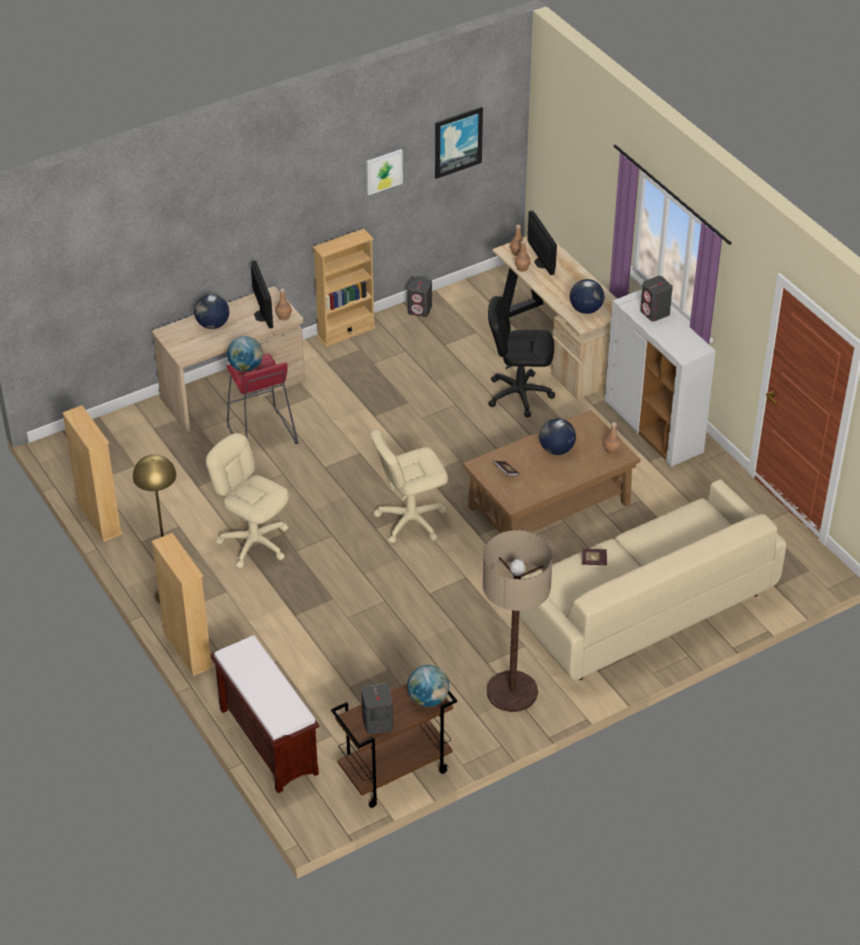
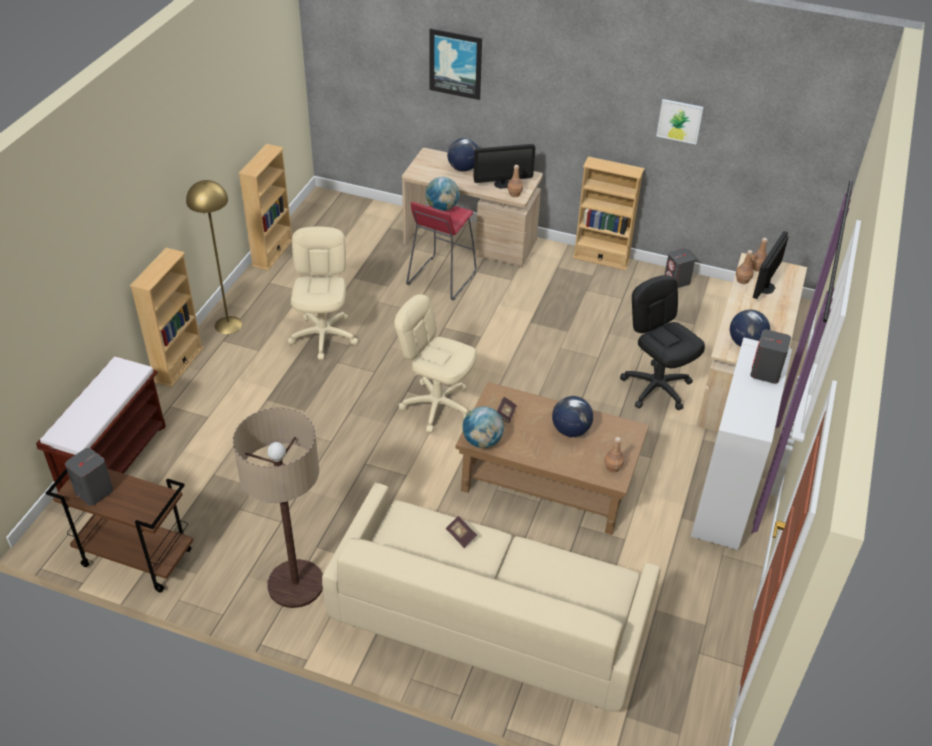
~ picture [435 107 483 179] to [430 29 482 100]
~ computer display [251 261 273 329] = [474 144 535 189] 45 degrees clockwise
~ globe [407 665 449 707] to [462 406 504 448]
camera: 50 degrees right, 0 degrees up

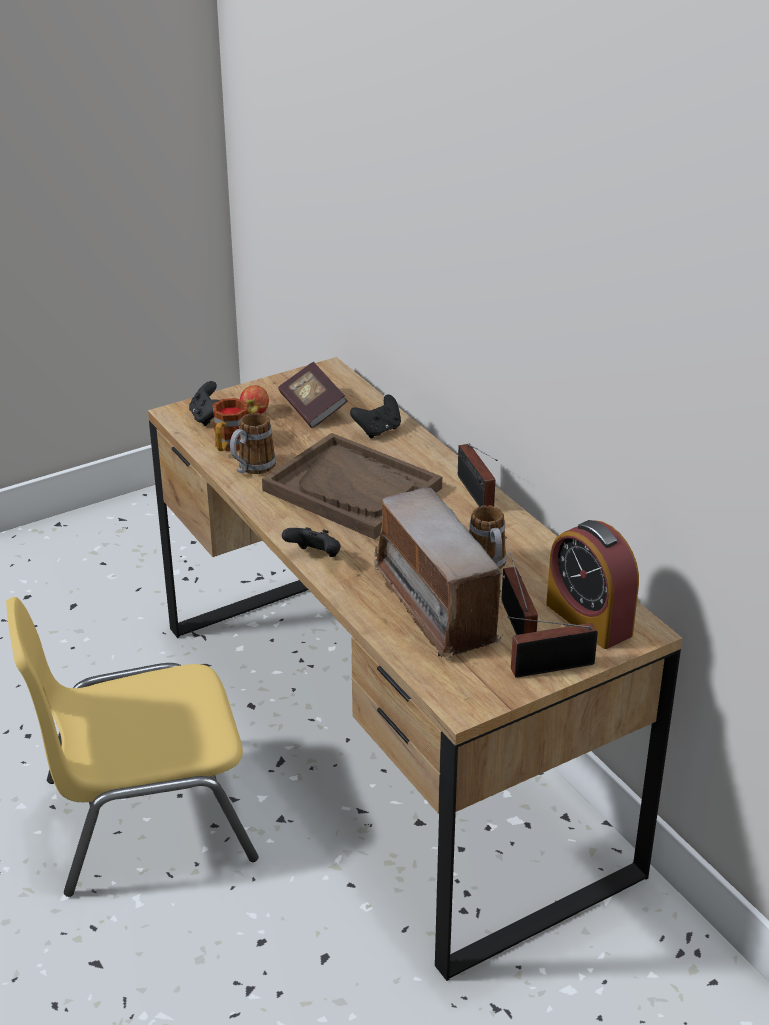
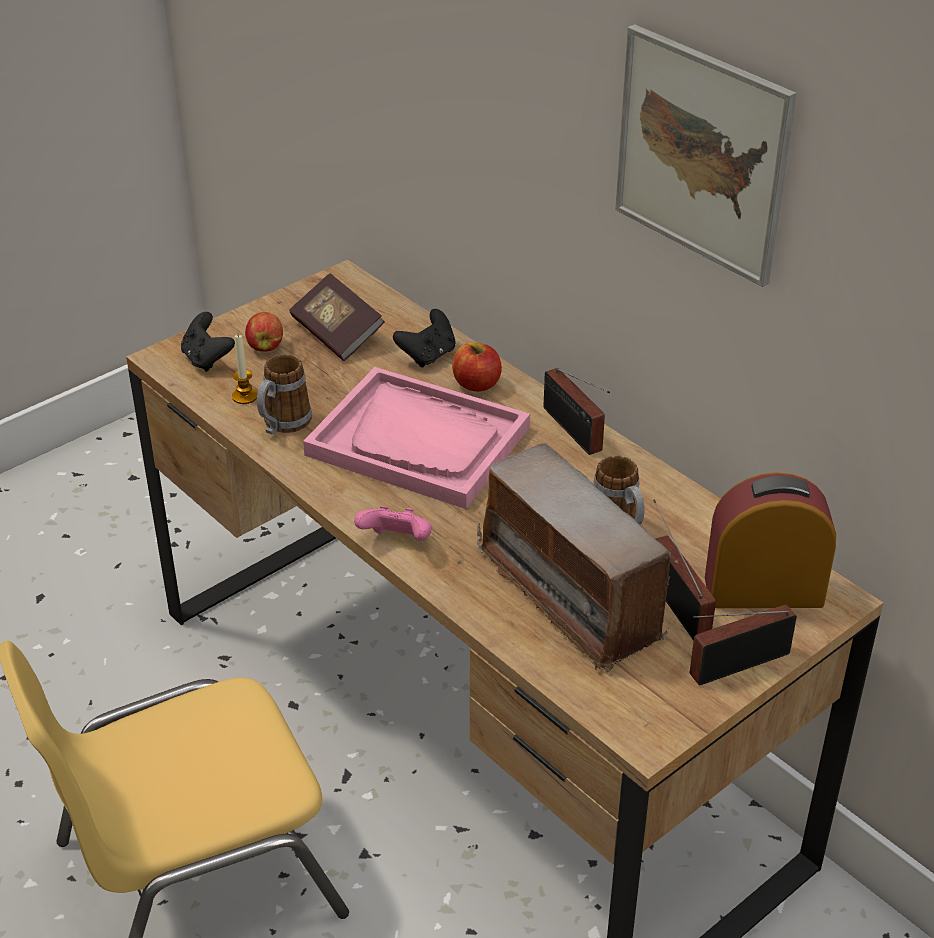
~ tea mug [213 398 247 451] to wax light [232 335 258 404]
~ brown-coloured carrying tray [262 433 442 539] to pink-coloured carrying tray [303 367 530 509]
~ table clock [546 520 639 649] = [705 472 836 608] 135 degrees clockwise
~ blackish gamepad [282 527 341 557] to pink-coloured gamepad [354 506 432 541]
+ picture [615 24 797 287]
+ whole apple [452 343 502 392]
camera: 10 degrees left, 5 degrees up

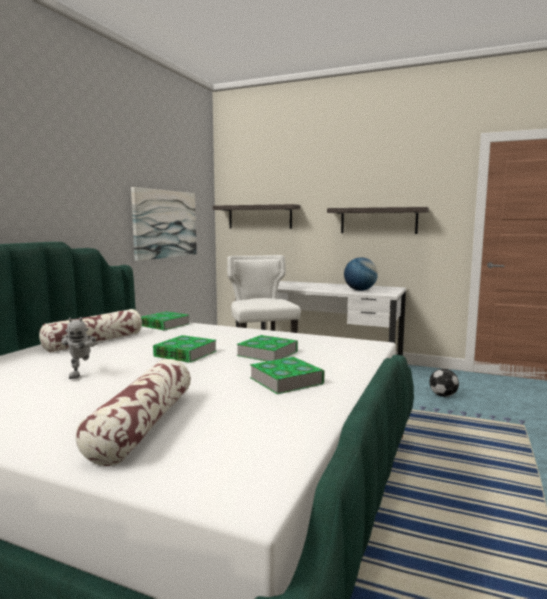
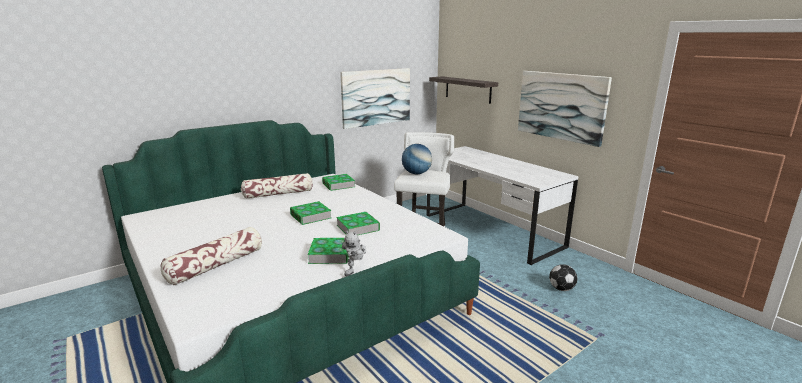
~ shelf [327 207 429 234] to picture [518 71 612 147]
~ globe [344 257 378 291] to [402 144 432 174]
~ robot figure [61 317 98 379] to [342 231 366 276]
camera: 30 degrees right, 10 degrees up

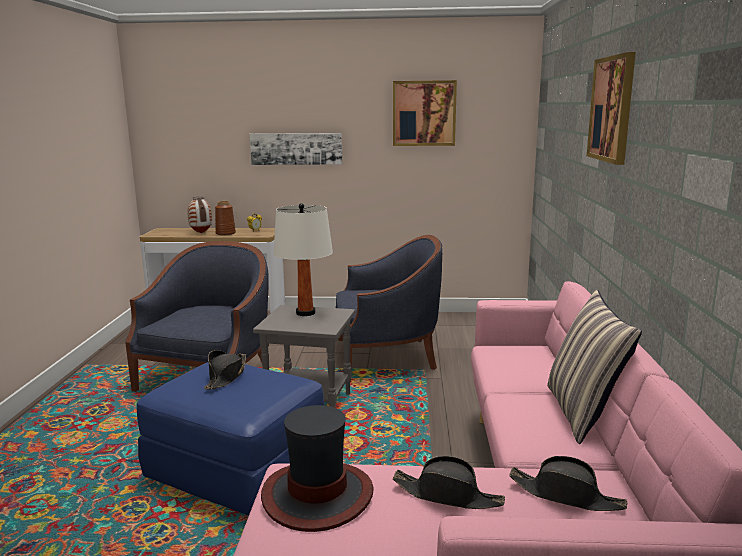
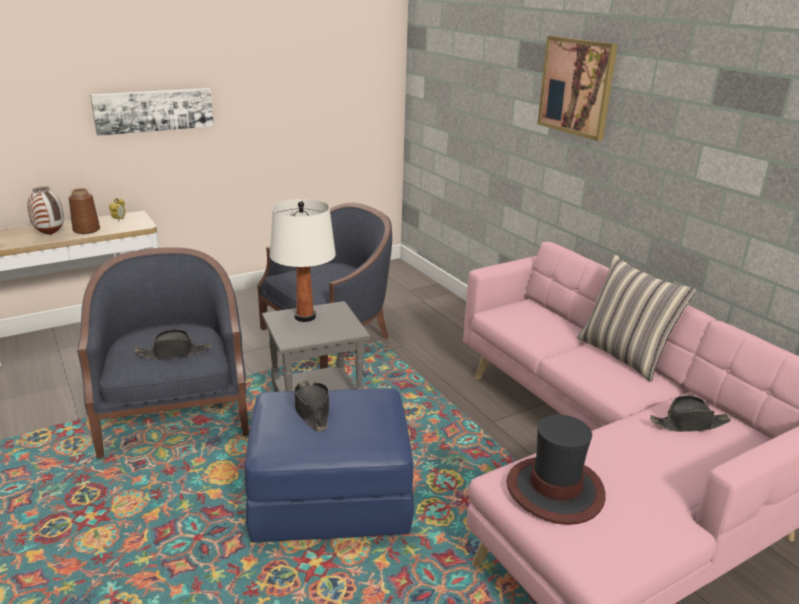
- picture [393 80 457 146]
~ blackish hat [393 456 505 509] to [135 329 211 359]
camera: 35 degrees left, 10 degrees up

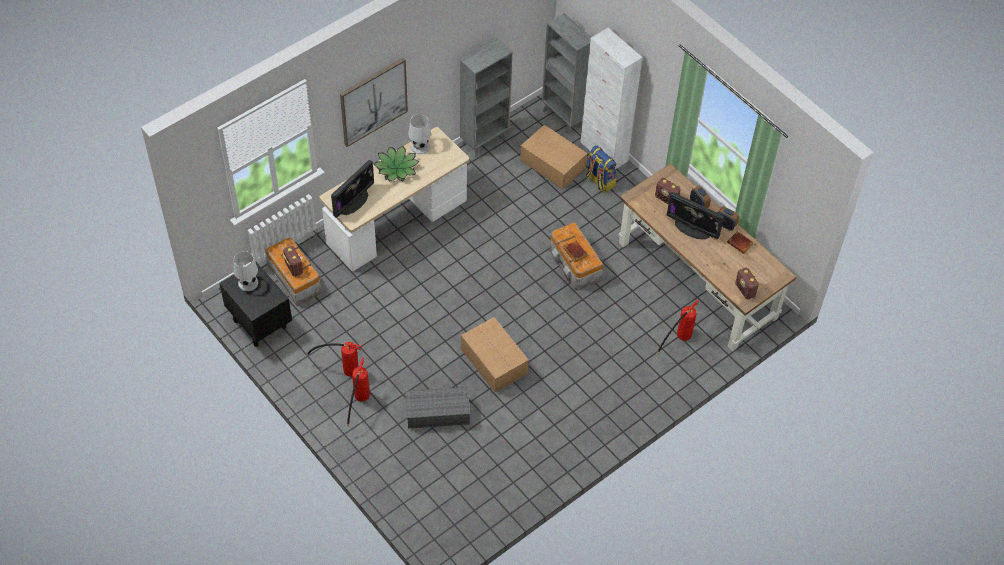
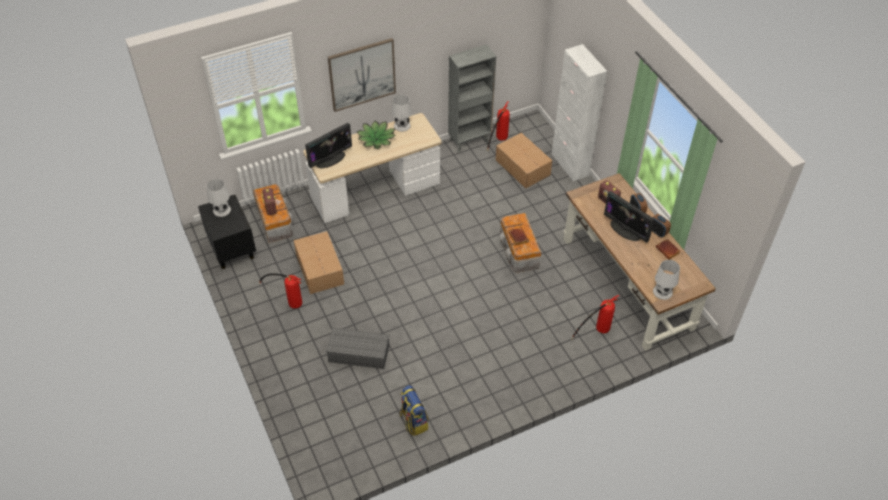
- gray shelving unit [542 13 591 134]
~ backpack [586 145 617 193] to [400 385 428 436]
~ radio [735 268 760 300] to white tabletop lamp [653 260 680 300]
~ cardboard box [461 317 529 392] to [294 231 344 294]
~ fire extinguisher [347 357 370 427] to [487 101 510 151]
camera: 15 degrees right, 5 degrees down

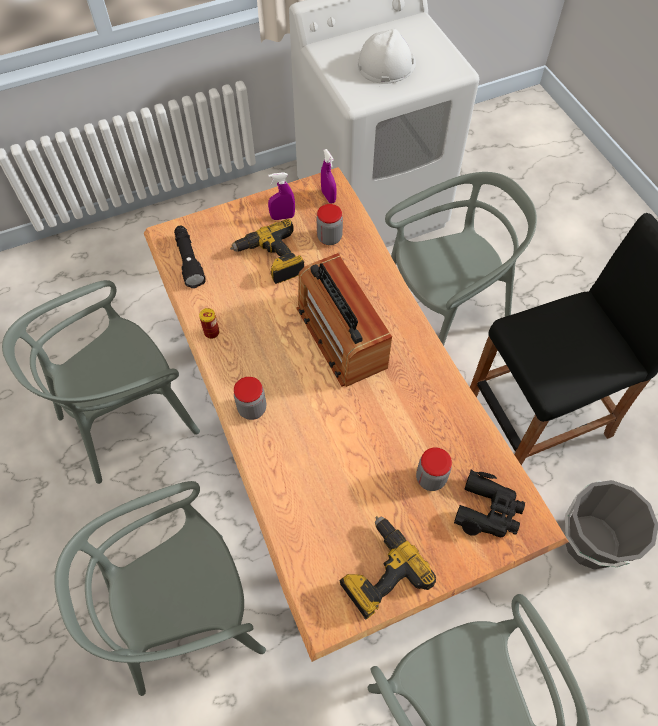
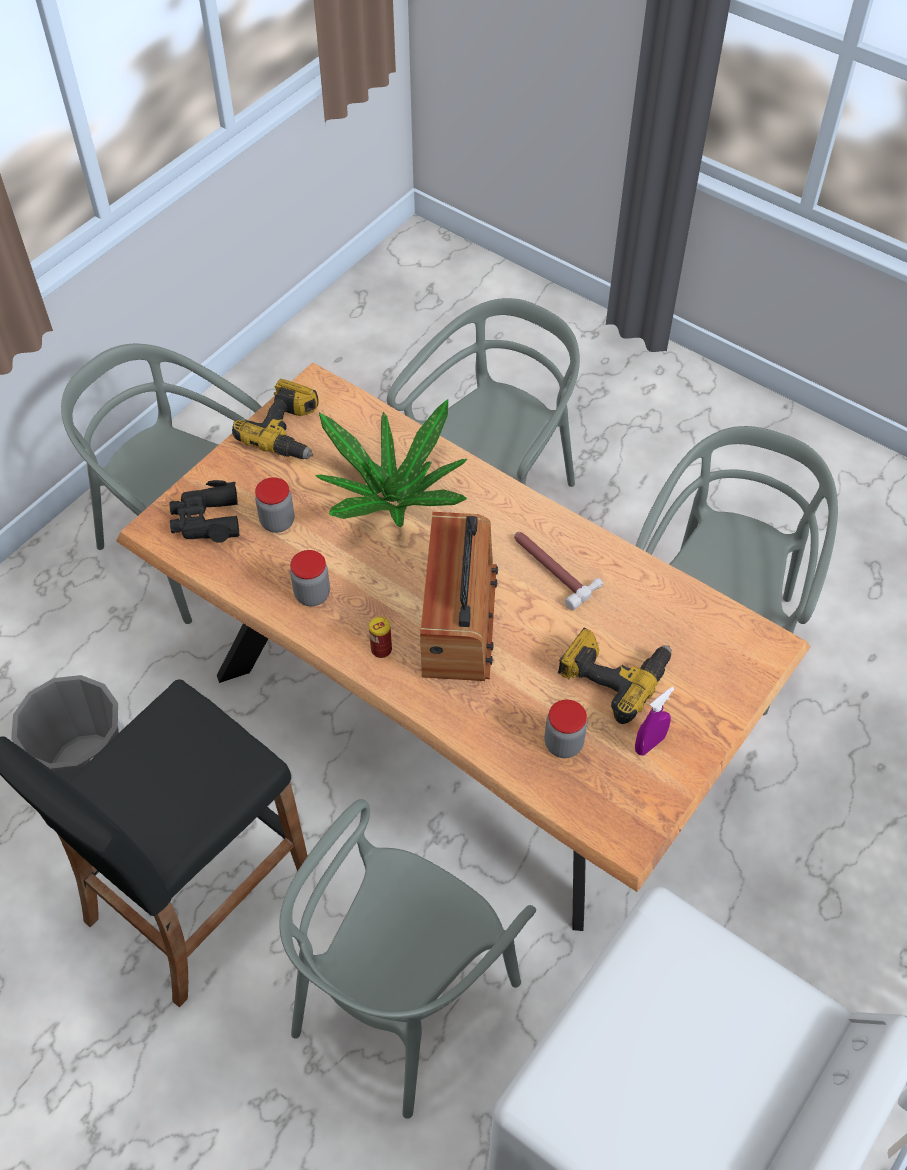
- white hard hat [358 29 416 84]
- purplish sprayer [321 149 336 203]
- blackish torch [174 226 206 288]
~ radio [296 253 392 387] = [420 512 498 681] 60 degrees clockwise
~ sealed can [199 308 219 339] to [369 617 392 658]
~ storage jar [234 377 266 420] to [290 550 330 606]
+ potted plant [315 399 468 527]
+ hammer [514 532 603 610]
camera: 150 degrees right, 5 degrees down

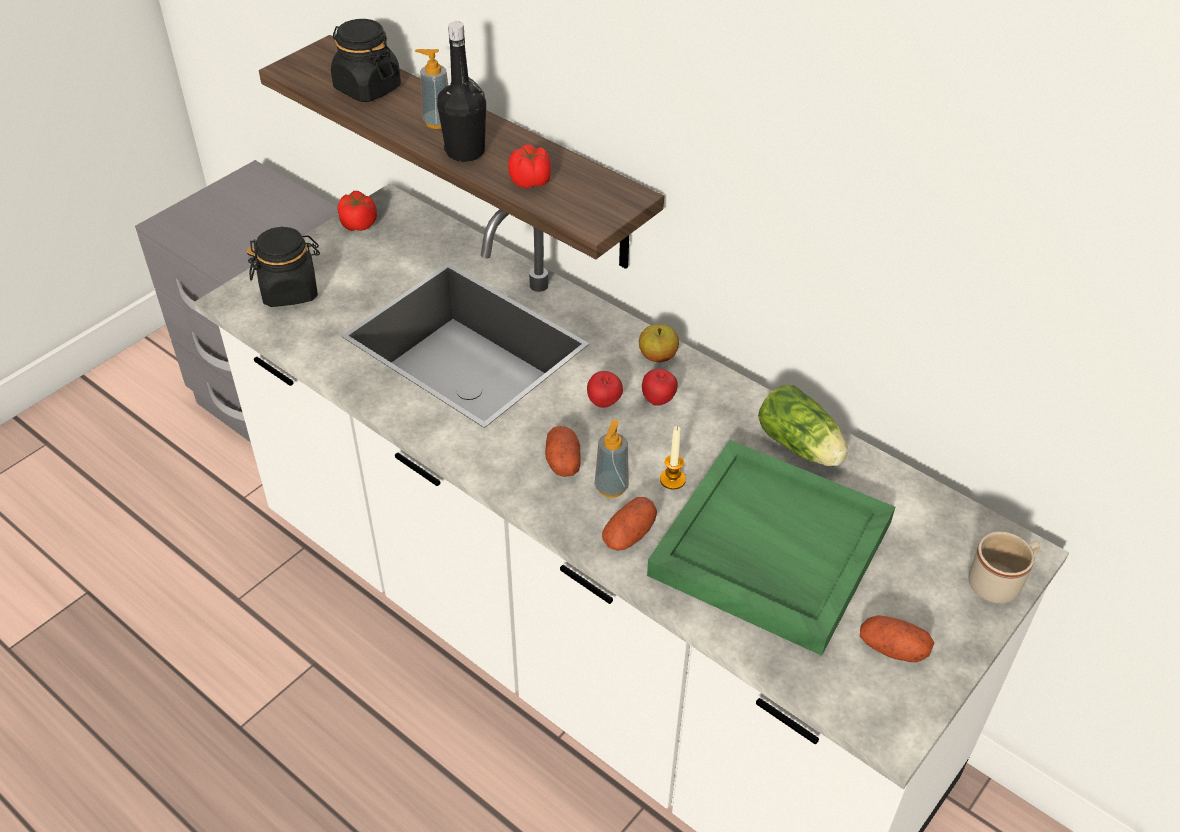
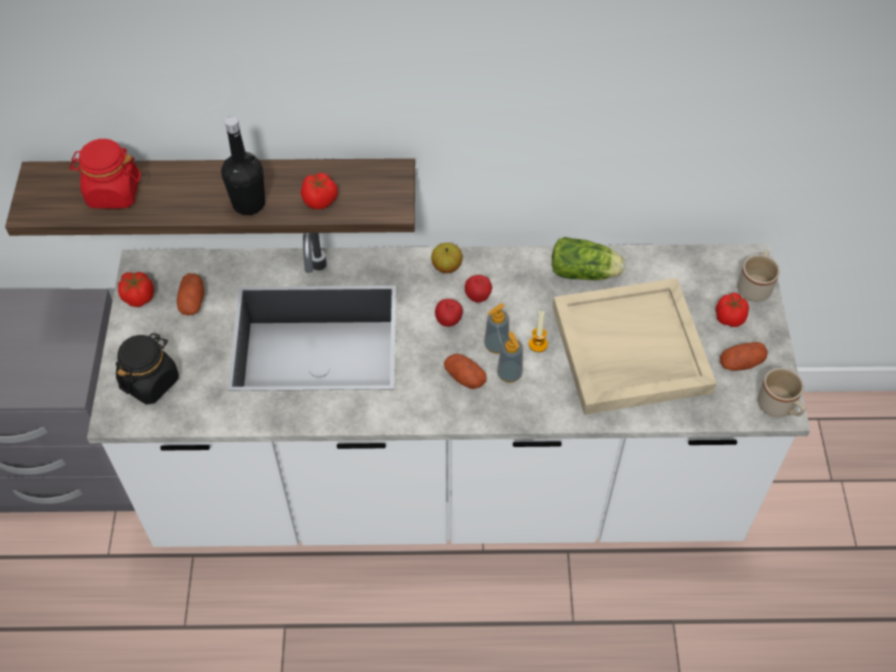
~ blackish storage jar [331 19 401 102] to reddish storage jar [70 139 141 209]
~ soap bottle [415 49 448 129] to [484 303 509 354]
~ green carrying tray [647 440 895 656] to sand-coloured carrying tray [552 278 717 415]
~ spud [602 497 657 551] to [177 273 204 316]
+ tomato [716 293 749 327]
+ sand-coloured tea mug [758 368 806 418]
camera: 40 degrees left, 10 degrees up

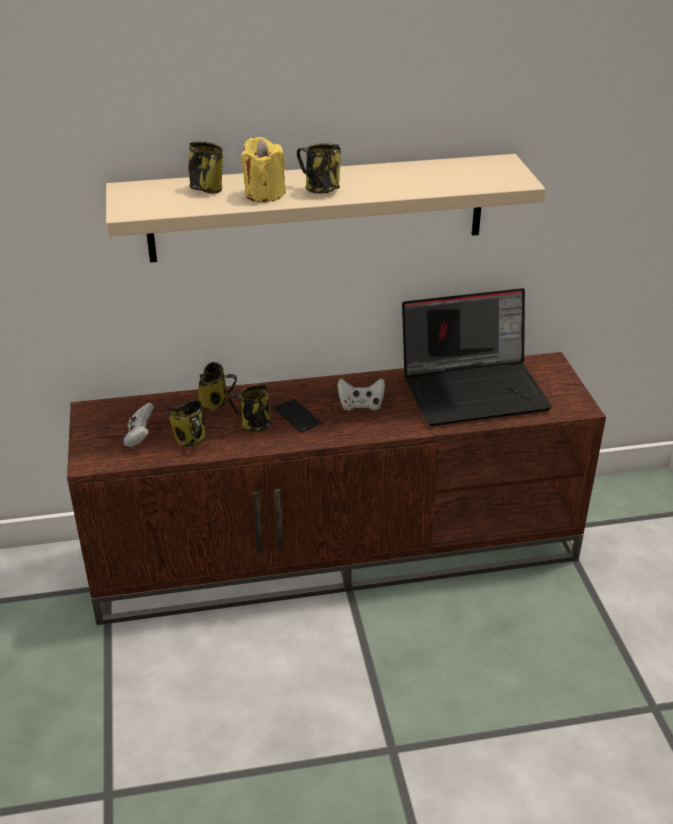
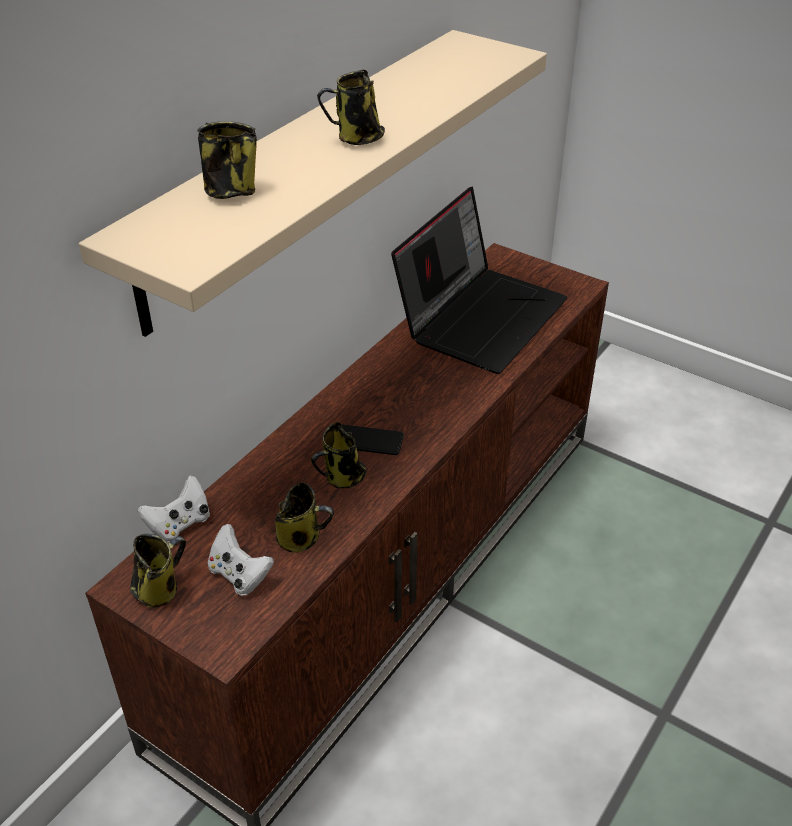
- yellow wax light [241 137 286 202]
~ tea mug [197 362 237 410] to [130 534 186 608]
~ white gamepad [338 379 385 411] to [138 475 210 543]
camera: 45 degrees left, 5 degrees up

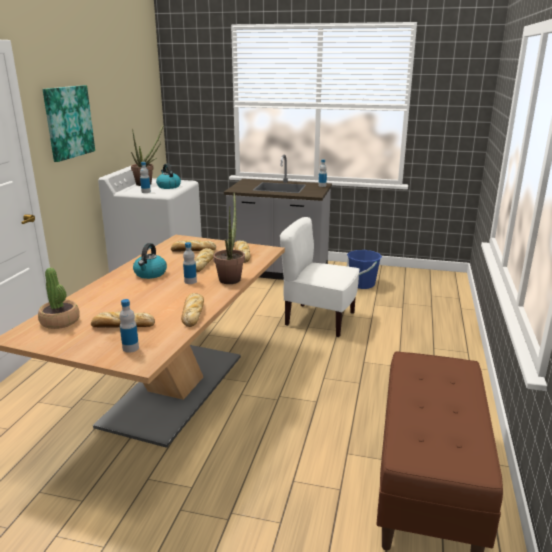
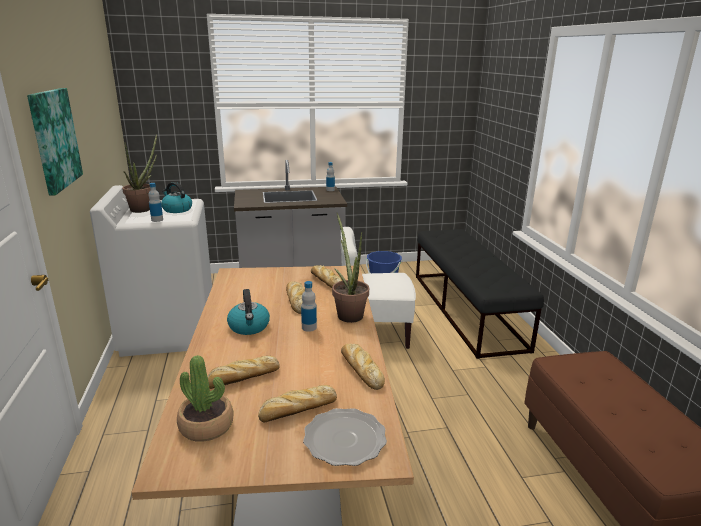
~ bakery bread [171 240 216 251] to [208 356 280 389]
~ bottle [119 299 139 353] to plate [303 408 387 466]
+ blackish indoor bench [416 229 544 359]
camera: 25 degrees left, 0 degrees up

